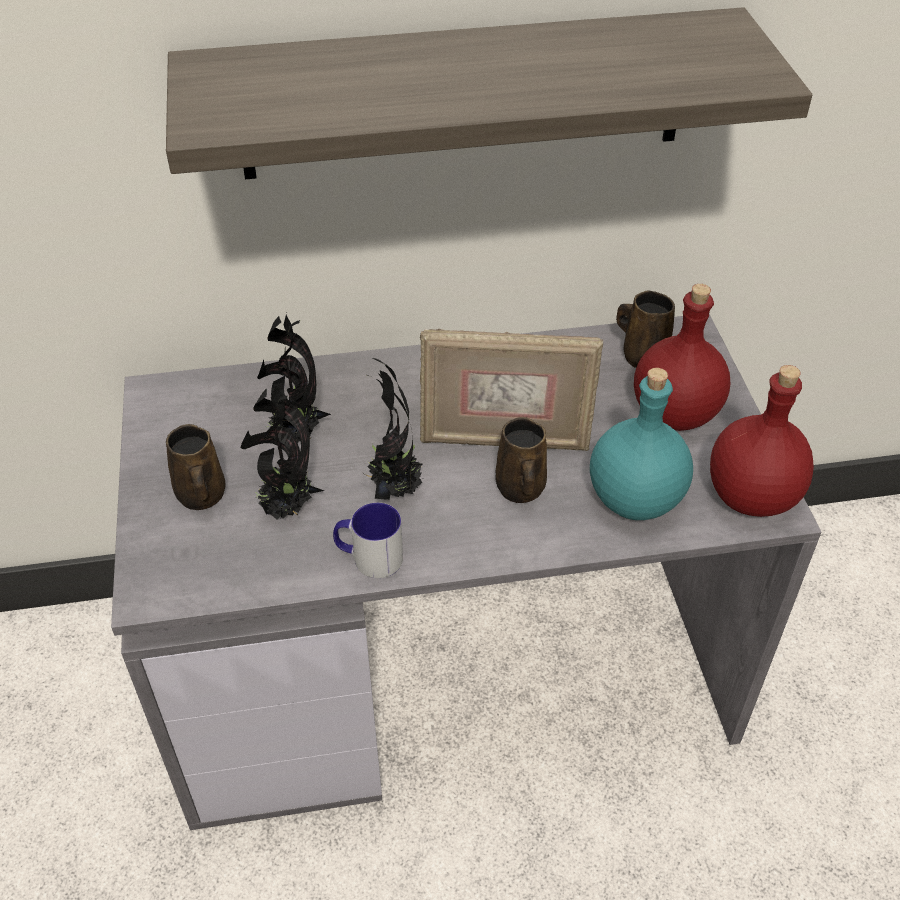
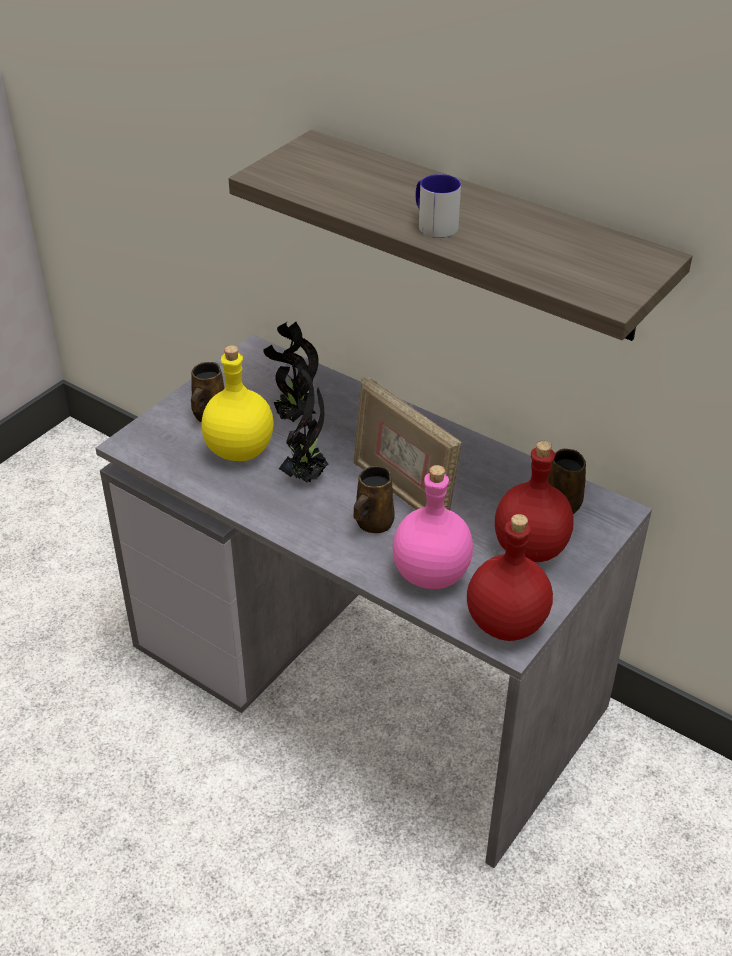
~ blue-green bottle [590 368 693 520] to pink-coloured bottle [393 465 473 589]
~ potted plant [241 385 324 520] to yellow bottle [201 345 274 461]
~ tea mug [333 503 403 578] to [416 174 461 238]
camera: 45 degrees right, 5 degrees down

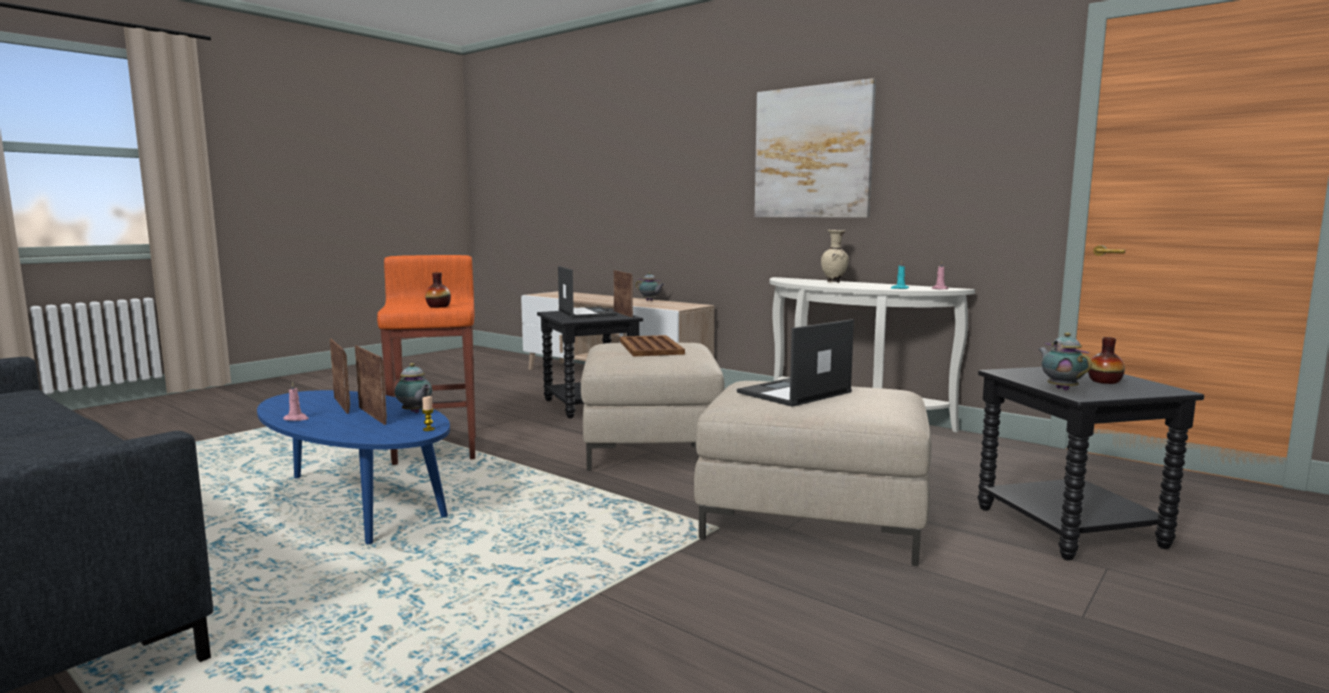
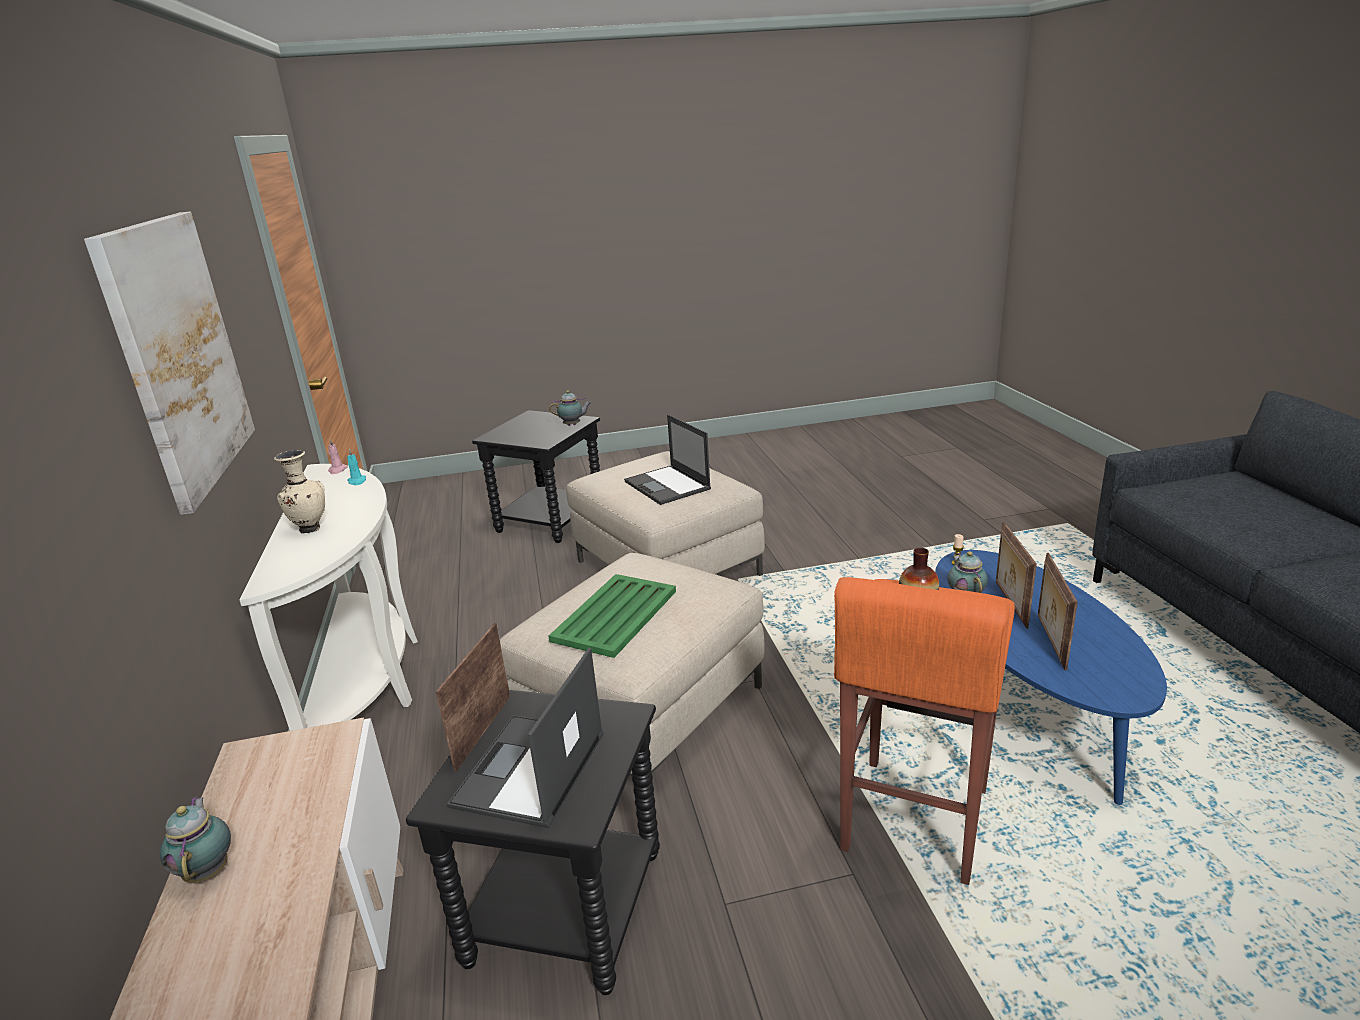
~ portable computer [737 319 854 407] = [624 414 711 505] 60 degrees clockwise
~ pot for tea [1038 332 1092 391] = [549 391 592 426] 120 degrees counterclockwise
~ brown-coloured carrying tray [620 335 685 357] to green carrying tray [549 574 676 658]
- vase [1088 337 1125 384]
- pink-coloured wax light [283 381 309 421]
camera: 140 degrees left, 15 degrees up

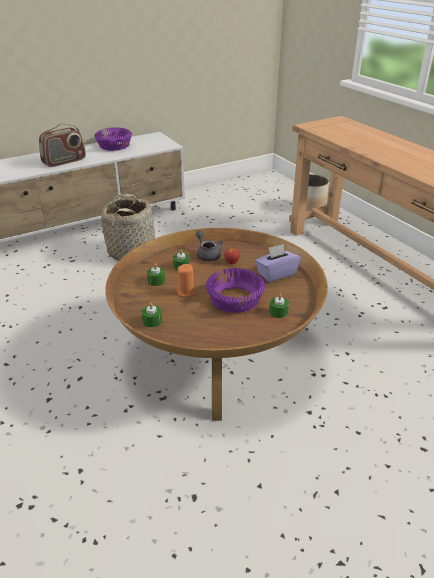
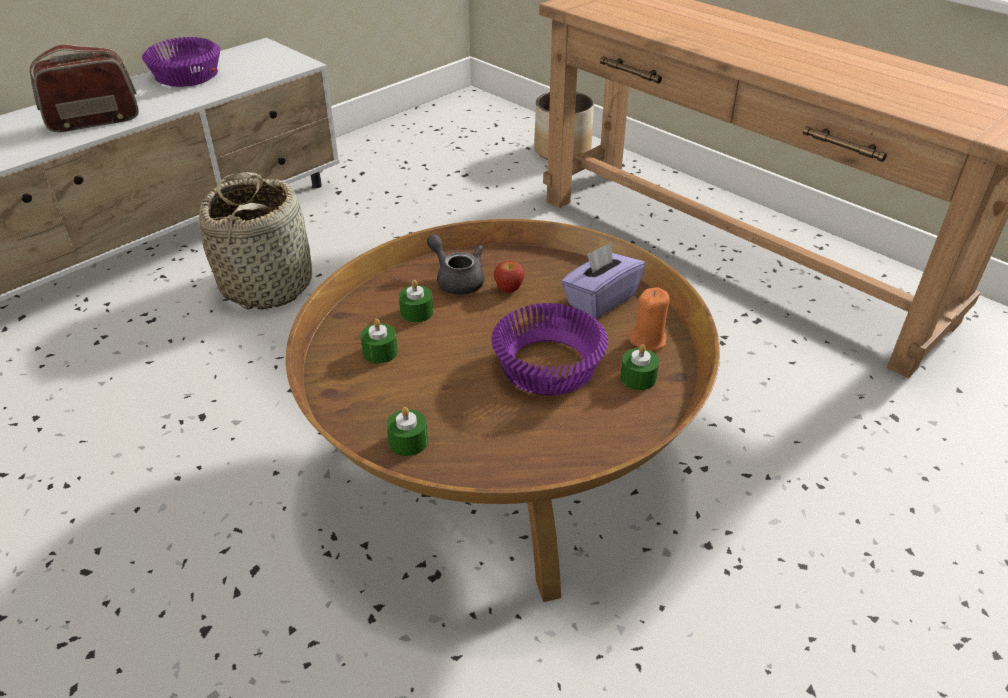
~ radio [39 124 86 167] = [30 44 139 132] 150 degrees counterclockwise
~ orange-coloured wax light [176 264 197 297] to [629 287 670 351]
camera: 15 degrees left, 5 degrees up

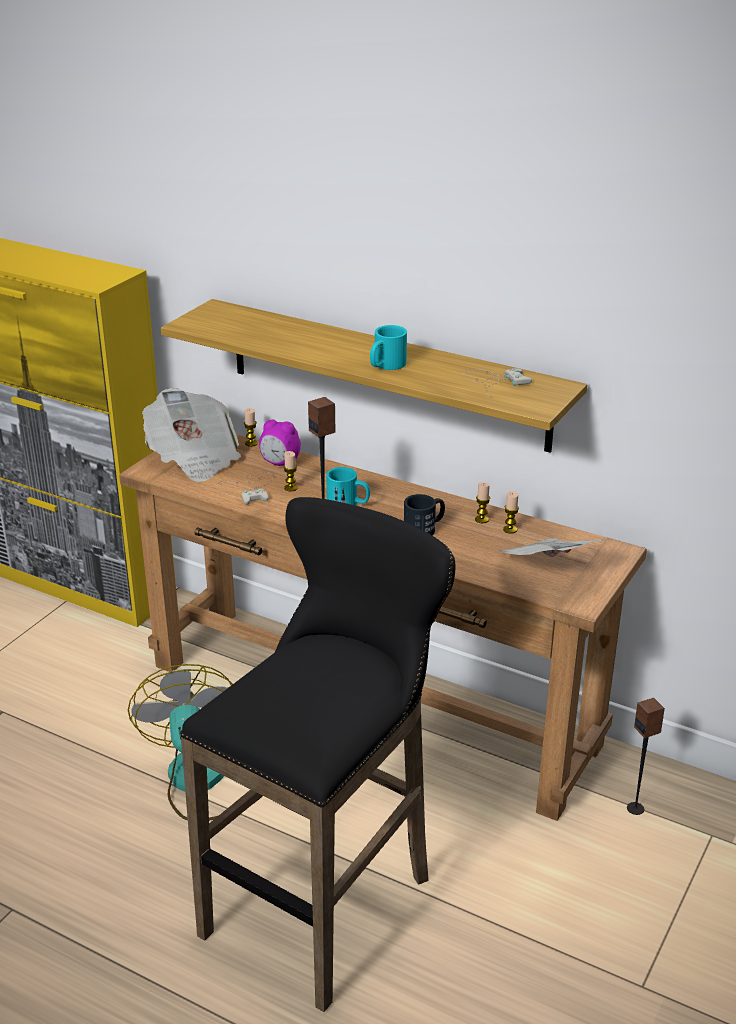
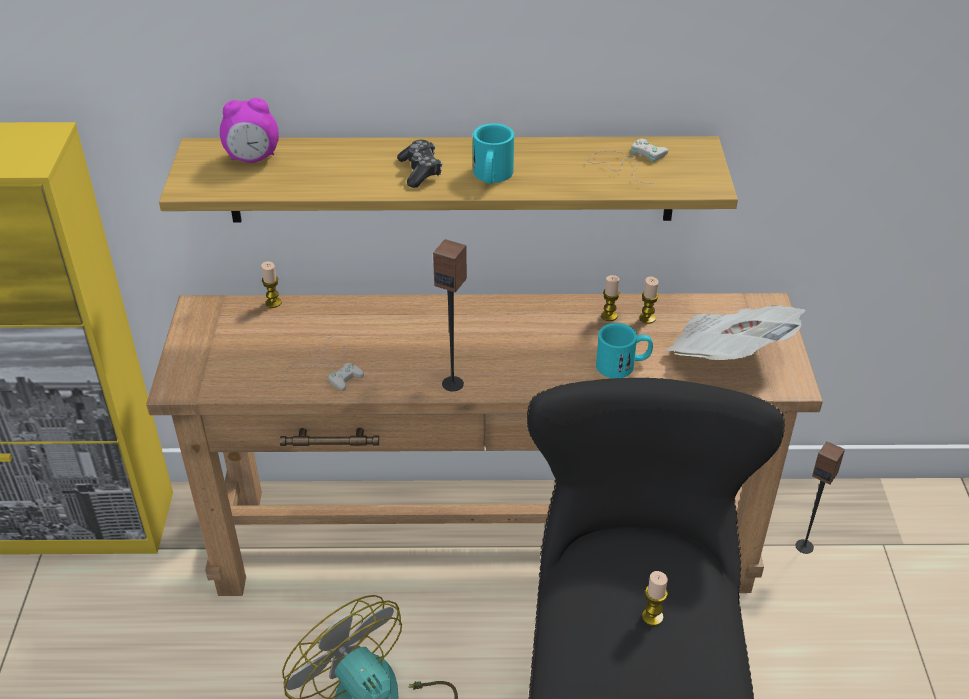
- printed paper [142 388 241 482]
~ table clock [259 420 301 466] to [220 98 279 163]
~ wax light [283 451 298 492] to [642 571 668 626]
~ blue-green tea mug [326 467 370 506] to [596 323 653 378]
- blackish tea mug [404 494 445 536]
+ gamepad [397 140 442 188]
camera: 30 degrees left, 10 degrees up

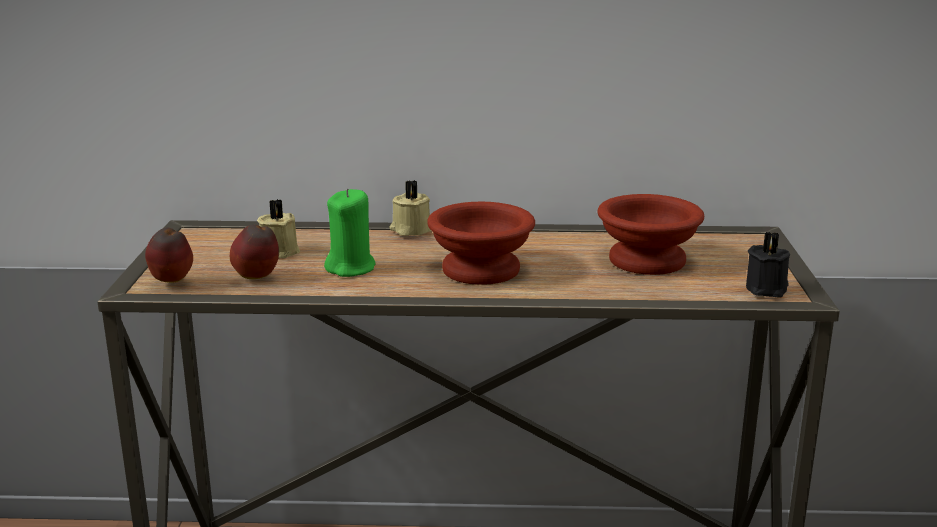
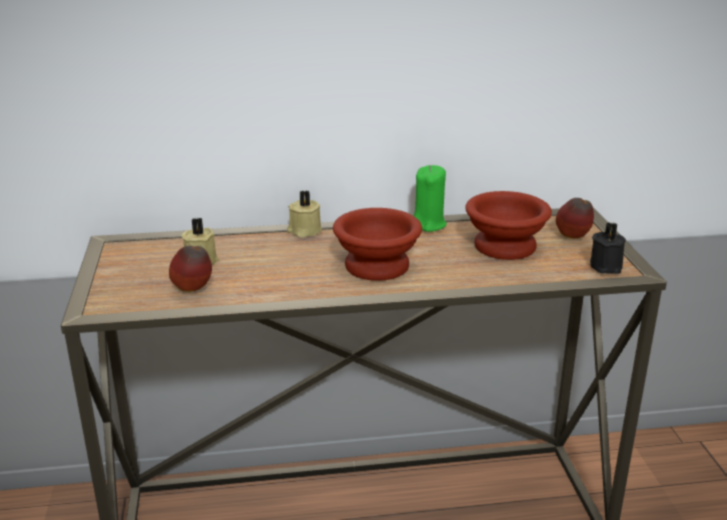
~ green wax light [324 188 376 277] to [413 165 447 232]
~ whole apple [145 227 193 283] to [556 198 594 238]
camera: 10 degrees left, 5 degrees up

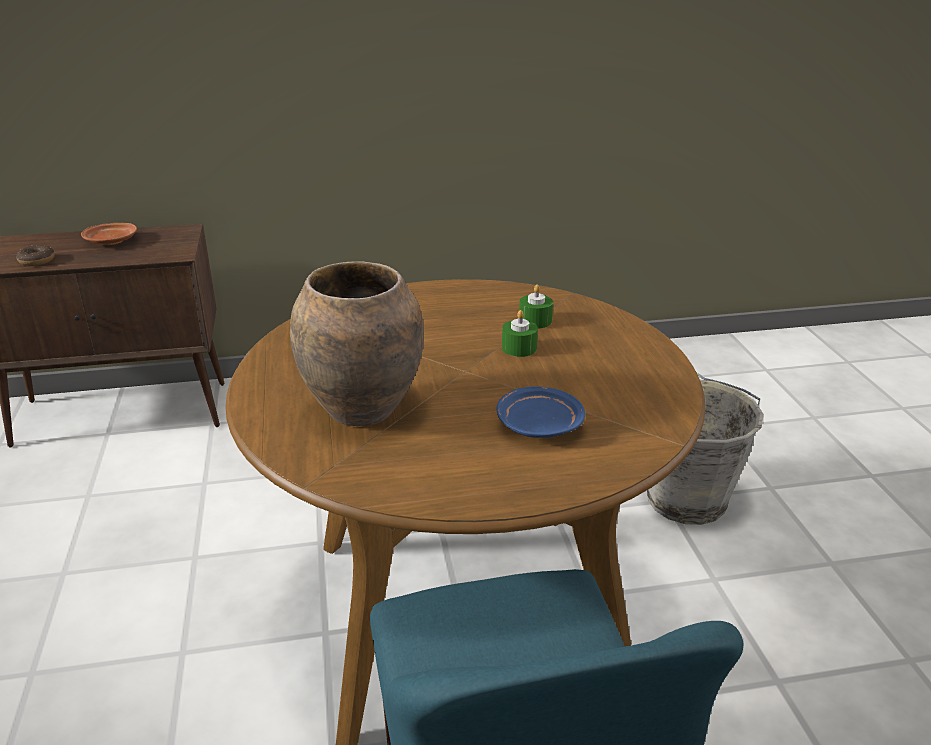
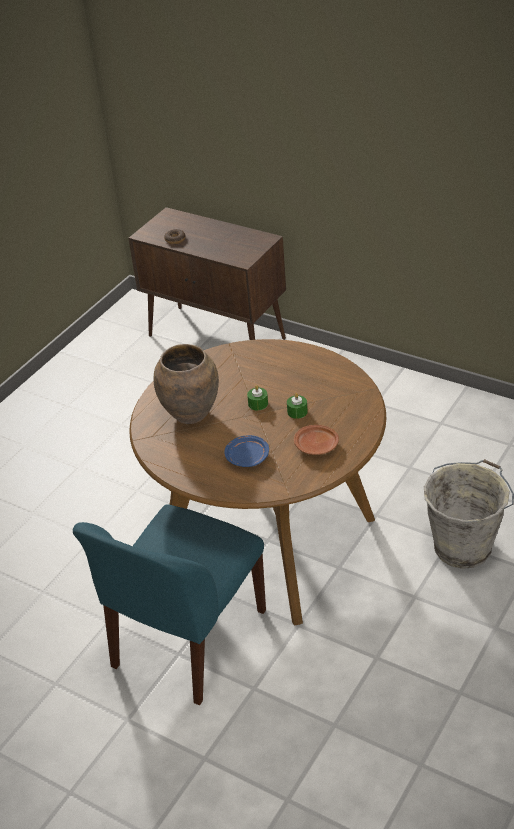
~ brown-coloured plate [81 223 137 245] to [294 425 339 455]
~ green wax light [519 284 553 329] to [247 385 268 411]
camera: 45 degrees right, 10 degrees up

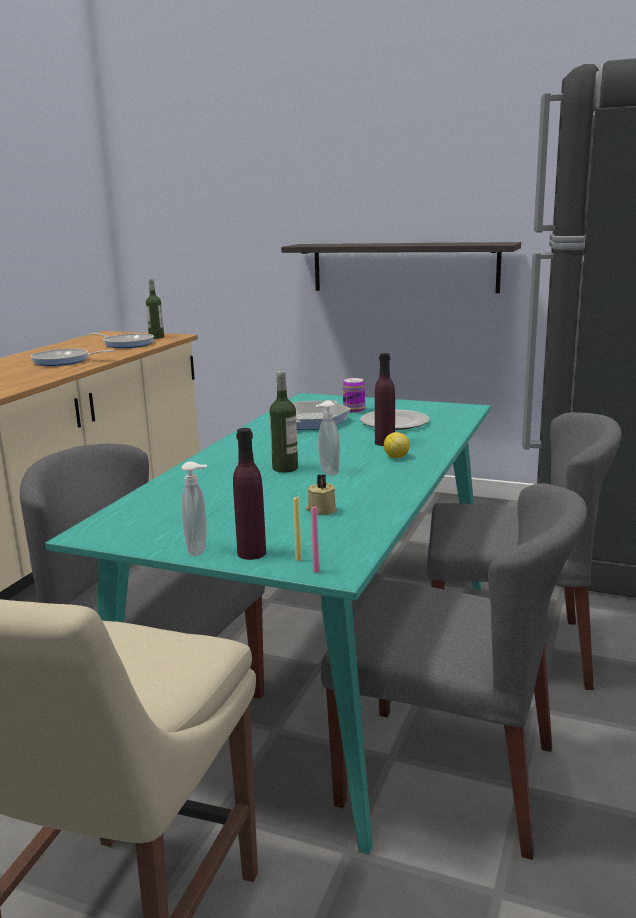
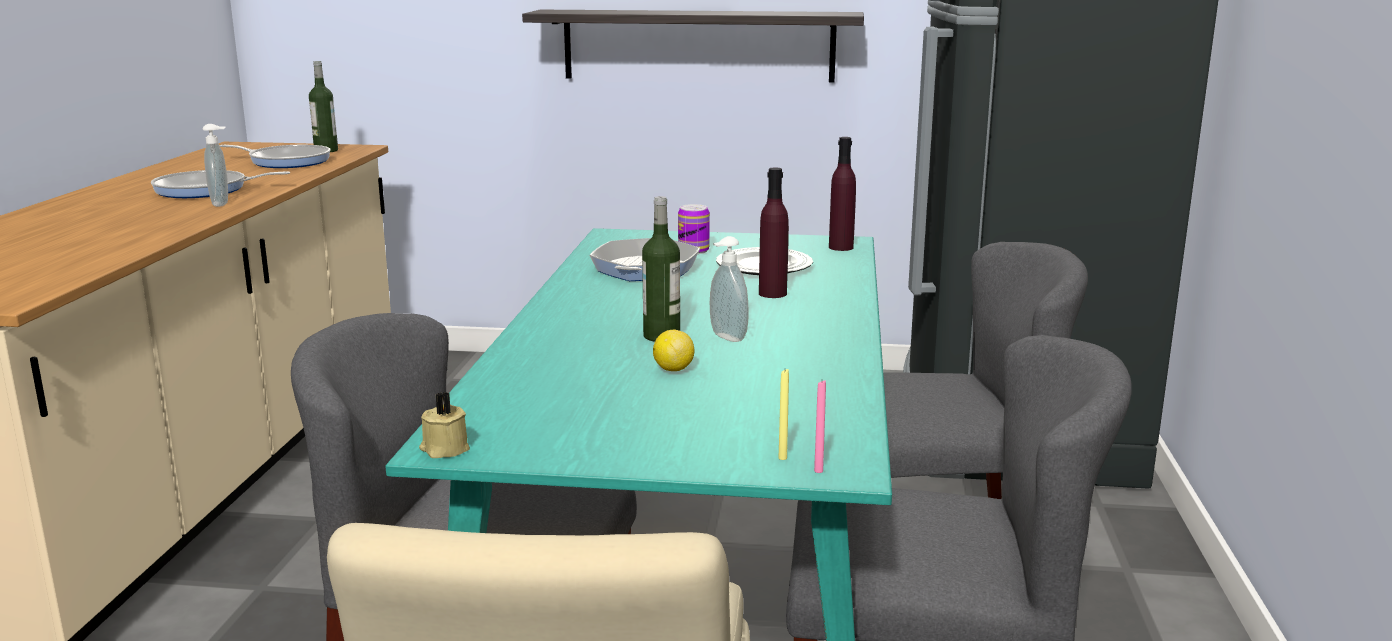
~ purplish bottle [233 428 266 560] to [829 137 856 251]
~ whole lemon [384 432 410 458] to [653 330 694 371]
~ soap bottle [181 462 207 556] to [202 124 228 207]
~ sand-coloured wax light [306 474 337 515] to [419 393 470 458]
camera: 15 degrees left, 0 degrees up

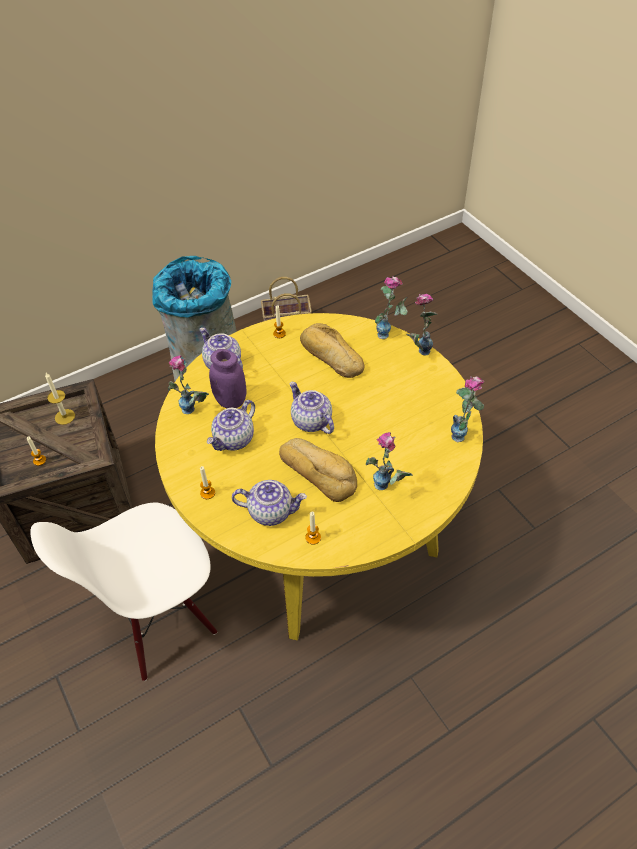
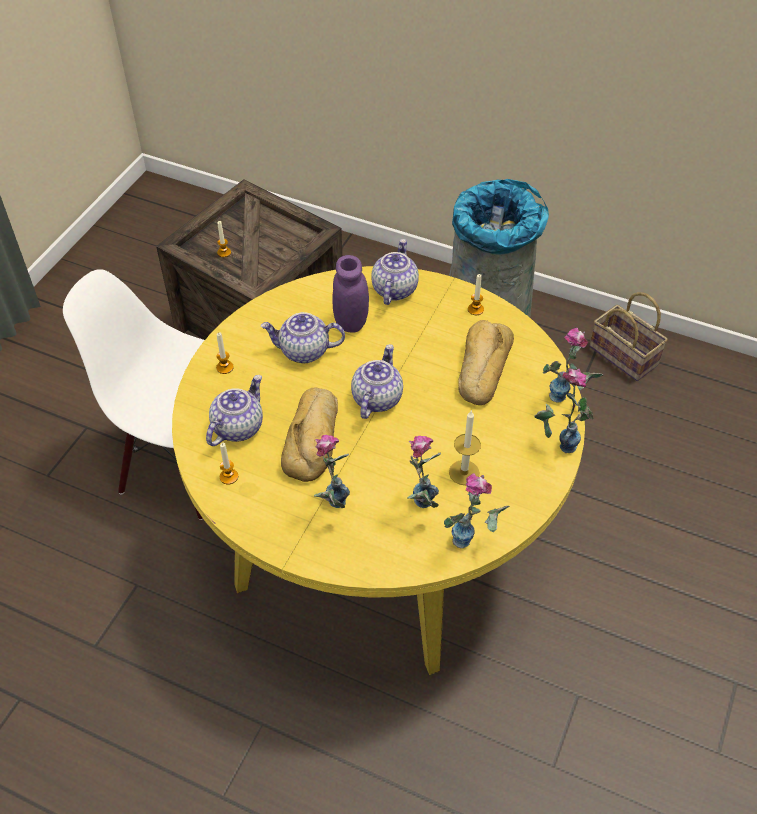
~ vase [168 355 209 414] to [408 436 441 508]
~ wax light [45 373 75 425] to [449 411 481 485]
~ pot for tea [232 480 307 526] = [206 375 263 446] 120 degrees counterclockwise
camera: 55 degrees right, 0 degrees up

